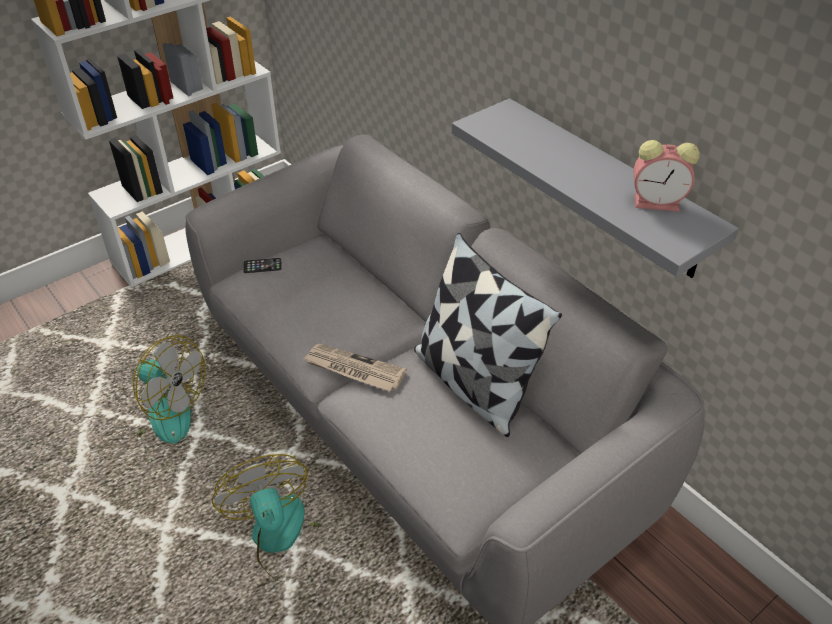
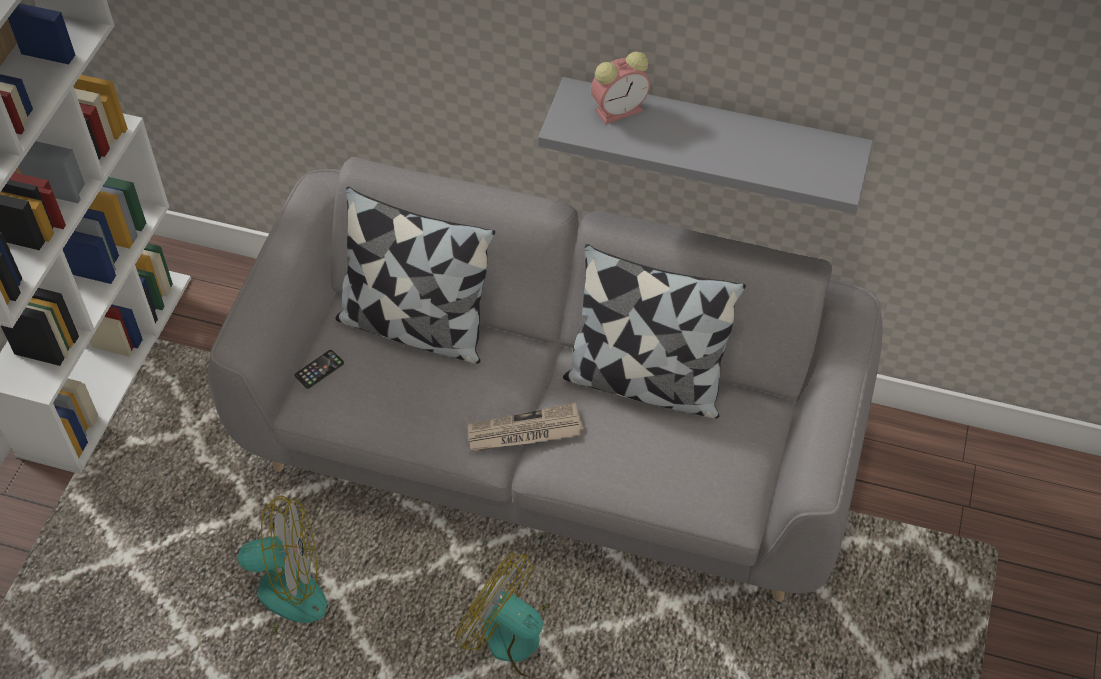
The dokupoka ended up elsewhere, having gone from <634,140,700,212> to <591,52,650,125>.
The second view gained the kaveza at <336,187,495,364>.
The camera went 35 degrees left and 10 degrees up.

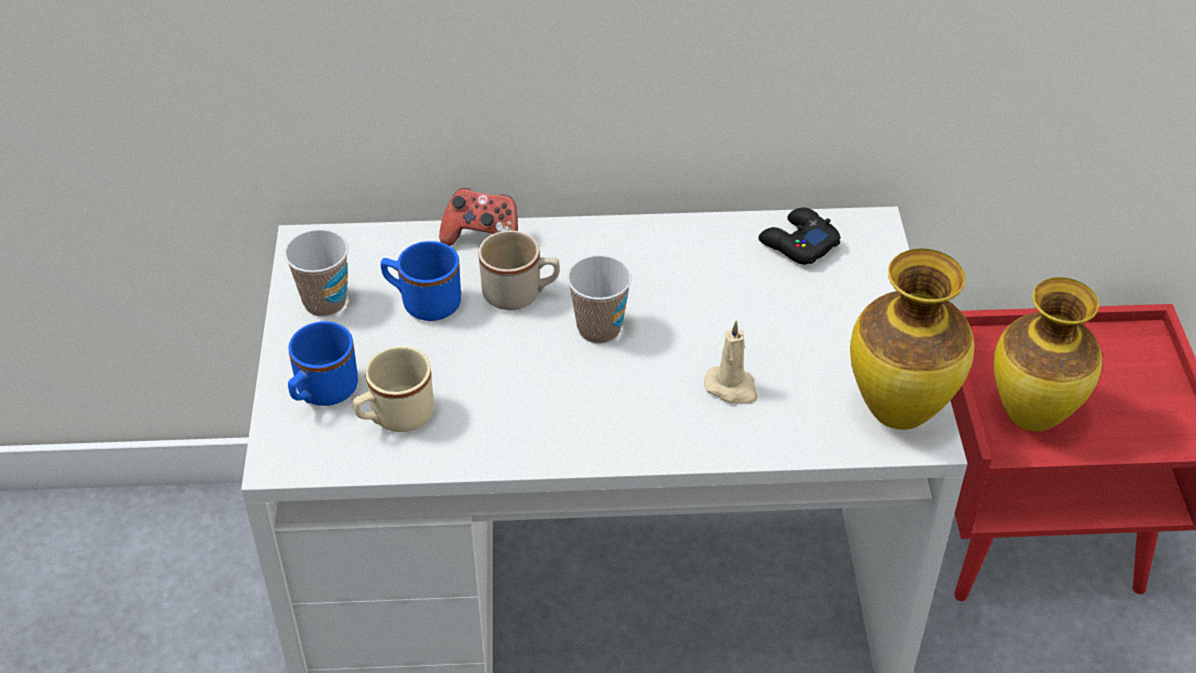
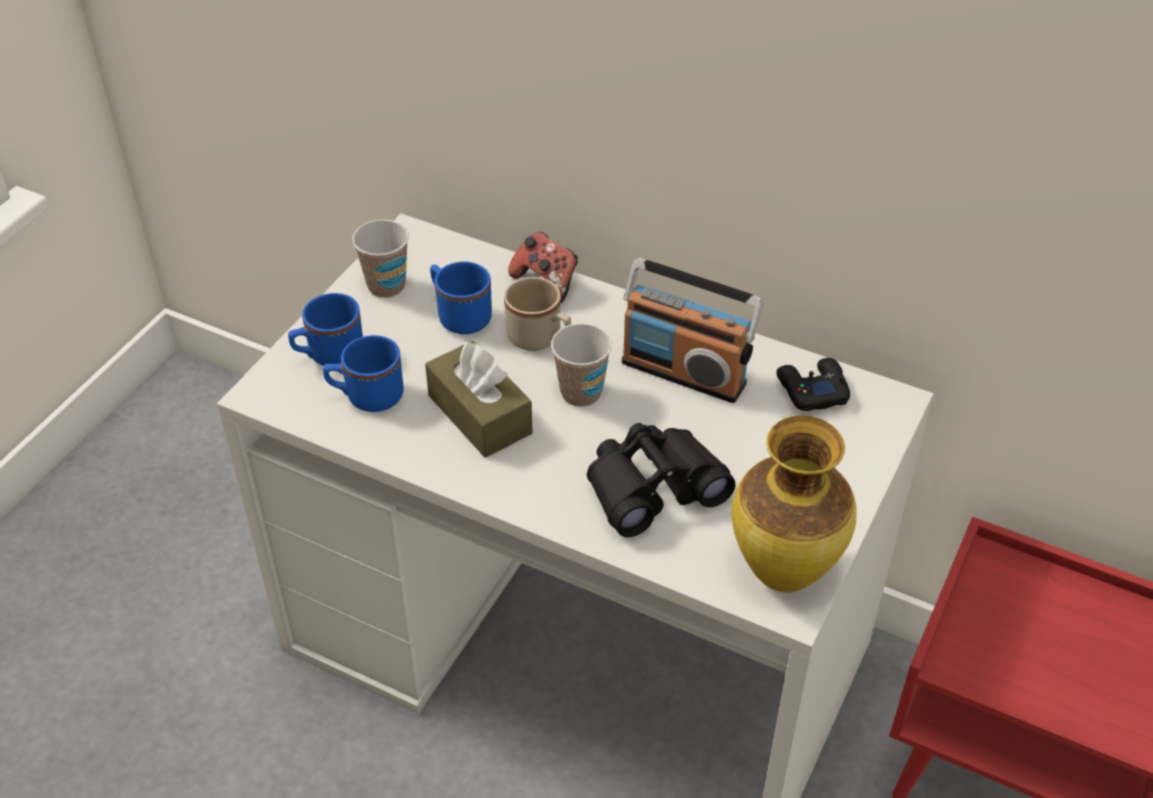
The second view lost the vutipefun at <994,277,1102,432>.
Where the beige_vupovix stood at <704,321,758,404>, the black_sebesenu came to stand at <587,423,736,537>.
What was the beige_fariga at <353,346,434,432> turned into the blue_fariga at <323,335,404,412>.
The second view gained the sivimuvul at <622,258,764,403>.
The second view gained the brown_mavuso at <425,341,533,458>.
The camera went 30 degrees right and 0 degrees up.

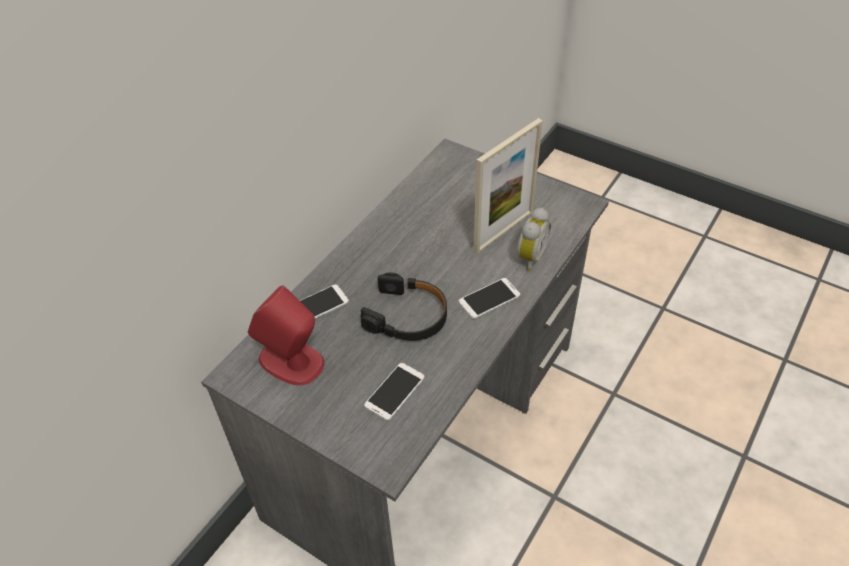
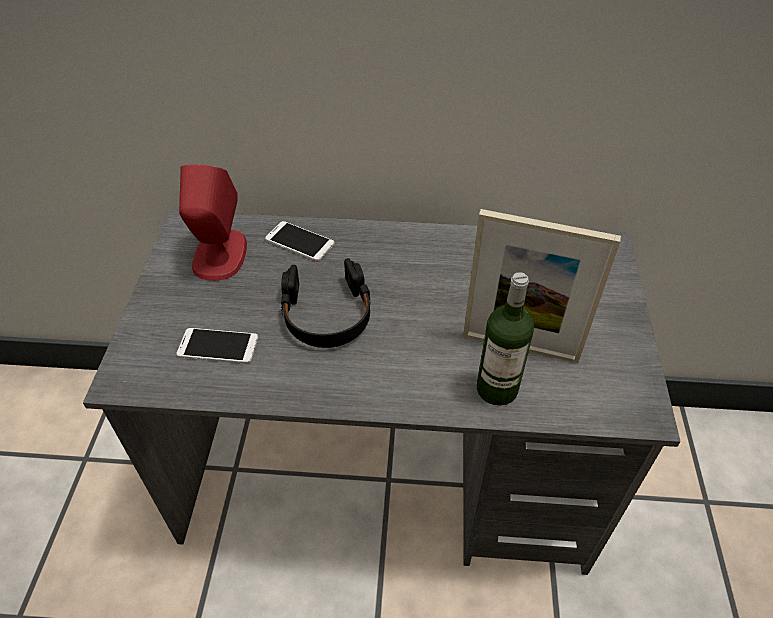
Where the dokupoka stood at <517,207,551,271>, the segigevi came to stand at <477,272,534,406>.
The second view lost the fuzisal at <459,278,520,319>.
The camera went 60 degrees right and 0 degrees up.

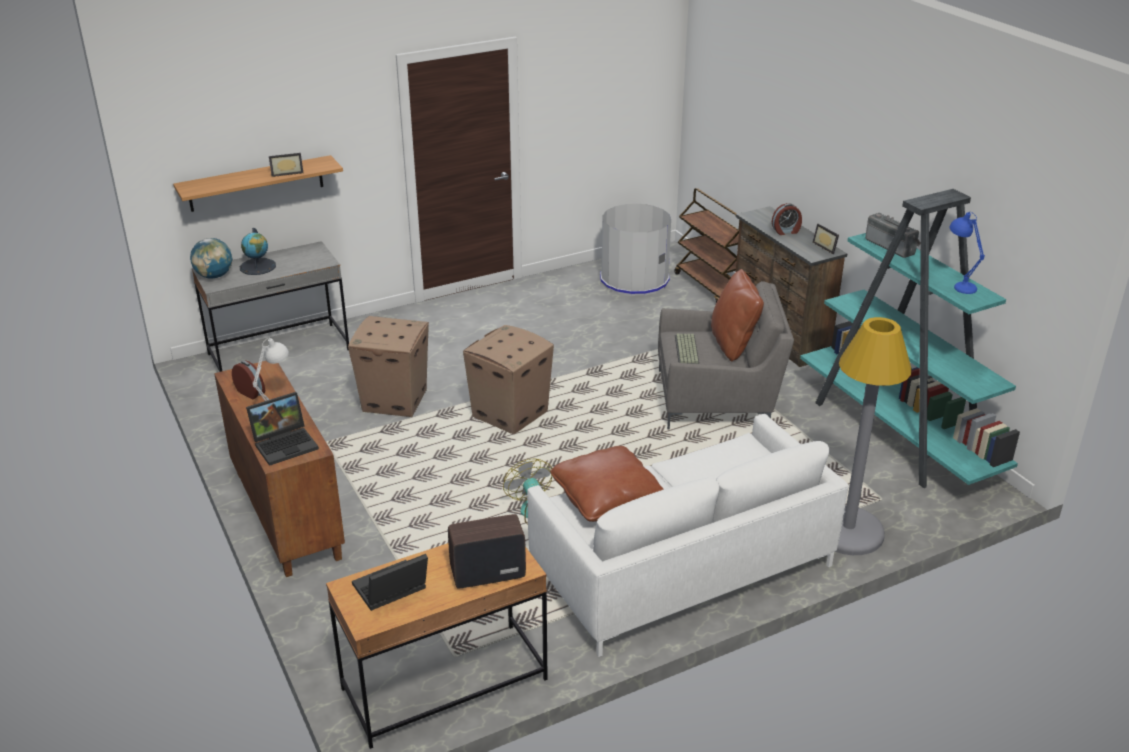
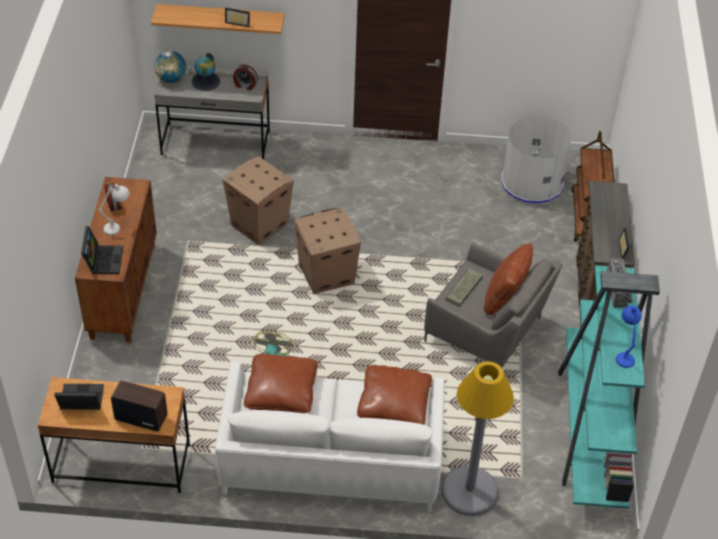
The dokupoka ended up elsewhere, having gone from <772,203,802,235> to <233,64,258,90>.
The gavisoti at <246,392,319,466> ended up facing another way, 90 degrees counterclockwise from before.
The second view gained the brown_kaveza at <357,365,432,425>.
The camera went 30 degrees right and 15 degrees up.

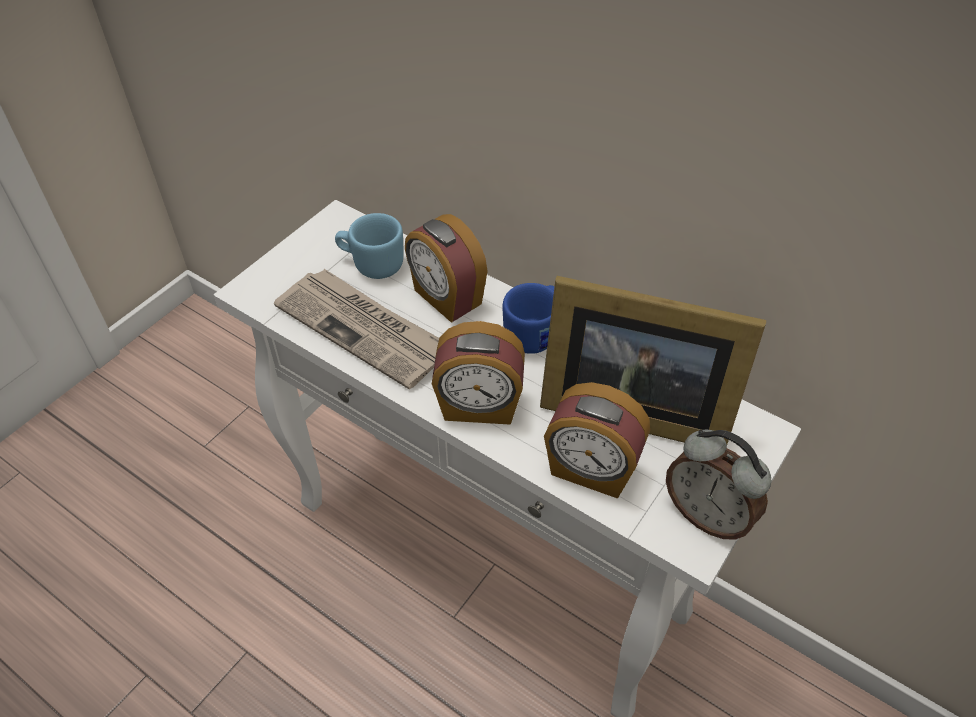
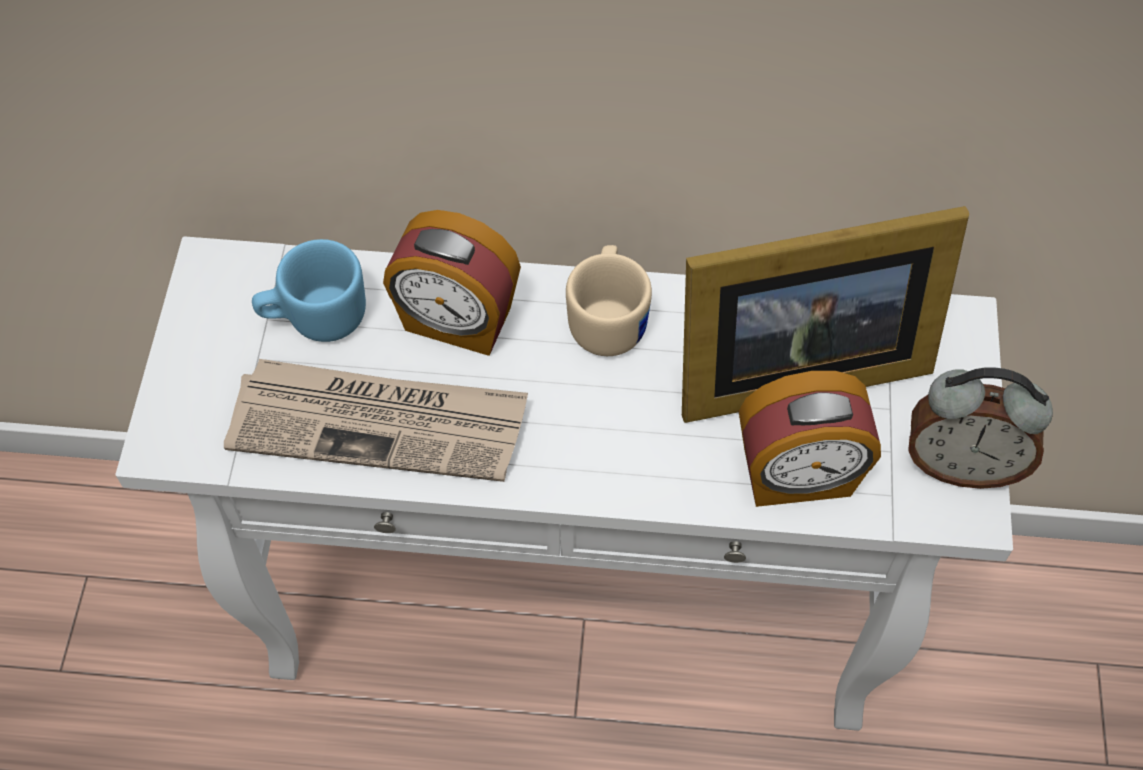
What was the blue_fariga at <503,283,555,354> turned into the beige_fariga at <566,245,652,356>.
The second view lost the dokupoka at <432,321,525,425>.
The camera went 30 degrees left and 10 degrees up.

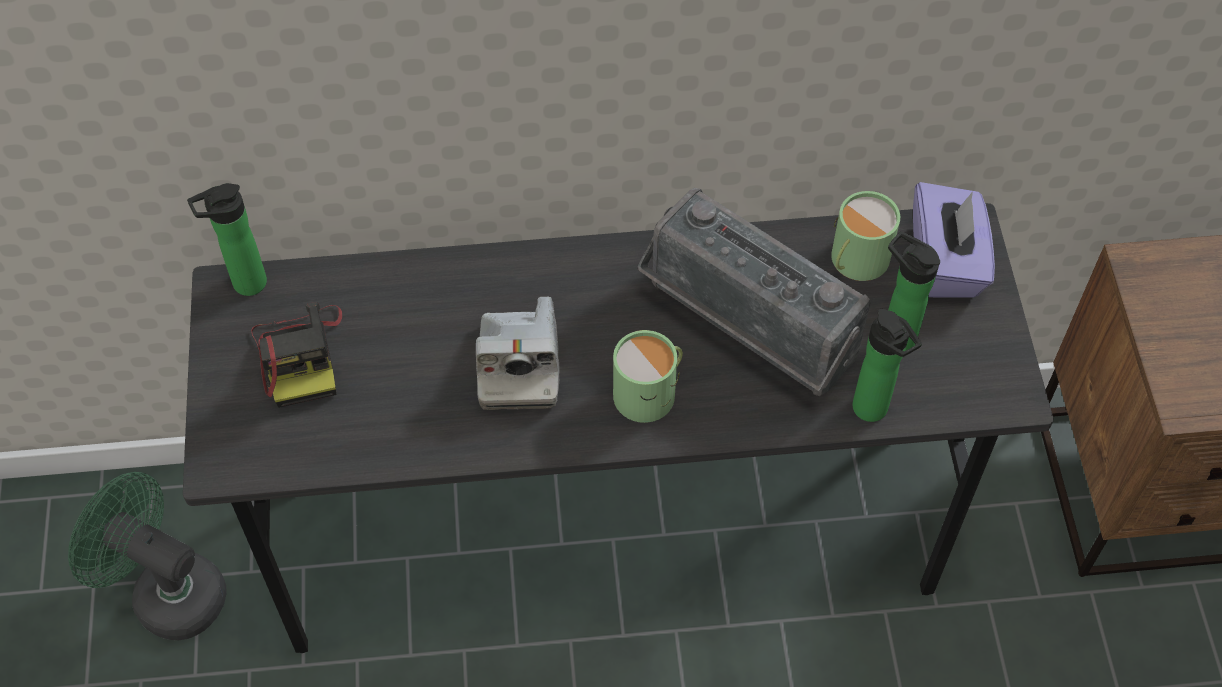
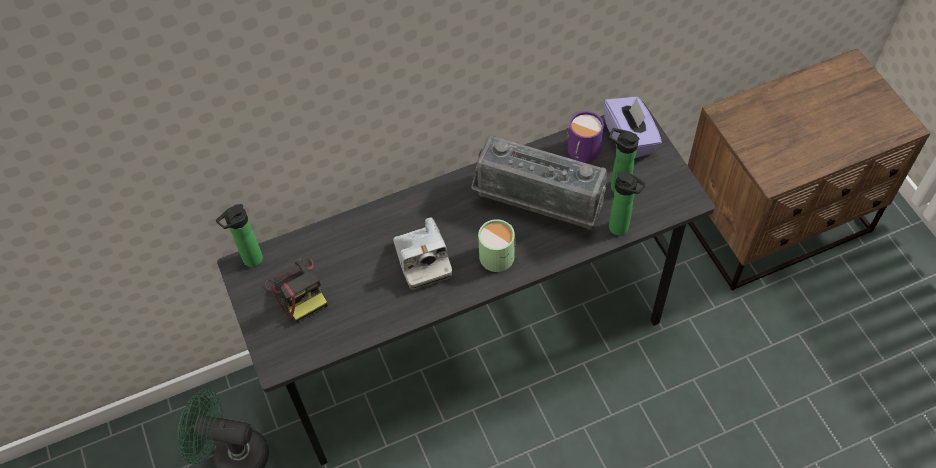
What was the green_fariga at <831,191,900,281> turned into the purple_fariga at <567,111,604,162>.
The camera went 15 degrees left and 0 degrees up.

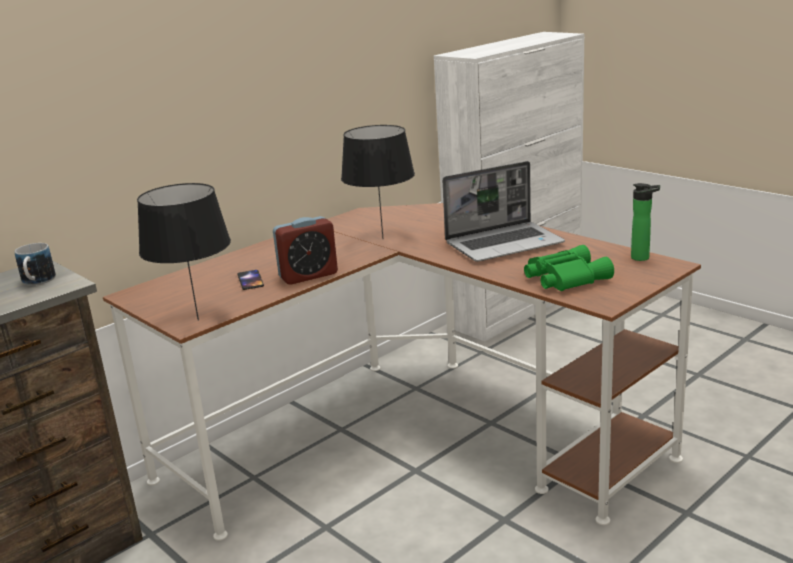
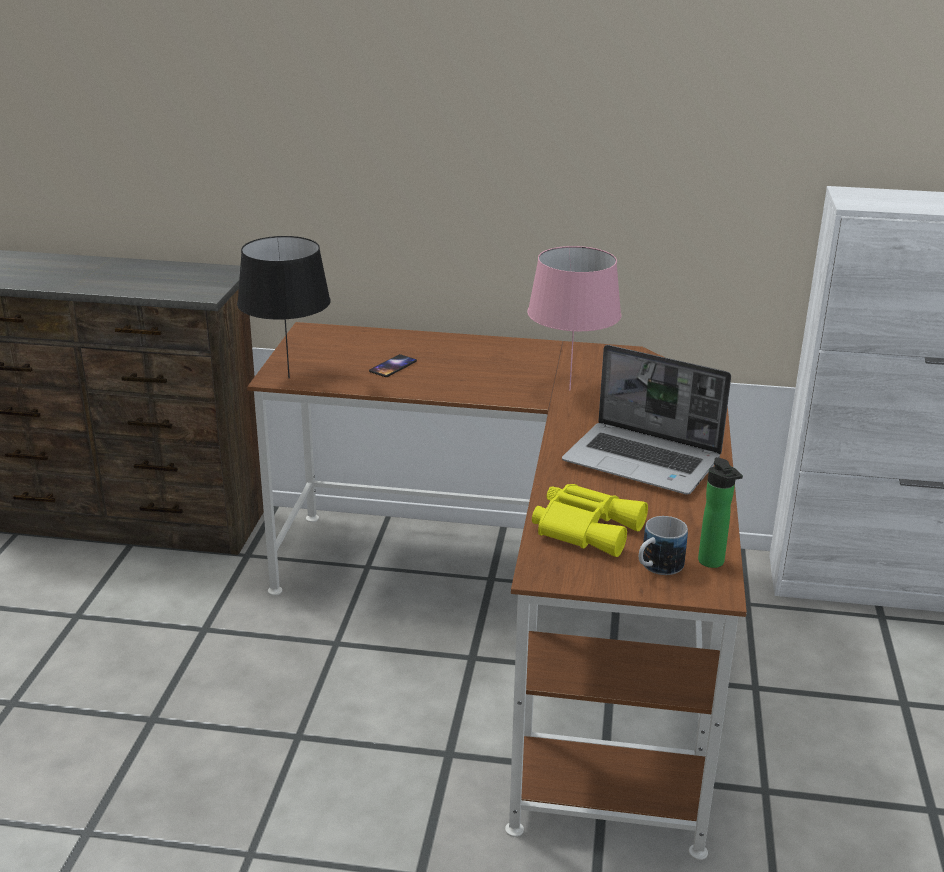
What was the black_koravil at <341,125,415,239> turned into the pink_koravil at <527,246,621,390>.
The second view lost the dokupoka at <273,216,338,285>.
The fariga ended up elsewhere, having gone from <15,243,56,286> to <639,516,688,575>.
What was the green_sebesenu at <524,245,614,291> turned into the yellow_sebesenu at <532,484,648,557>.
The camera went 50 degrees right and 5 degrees up.

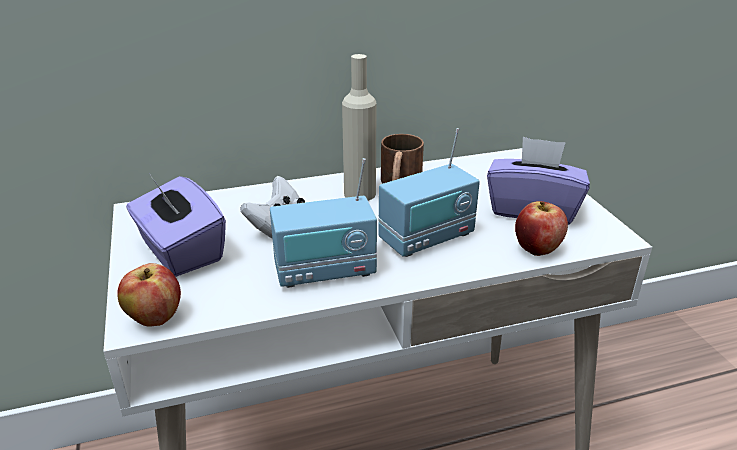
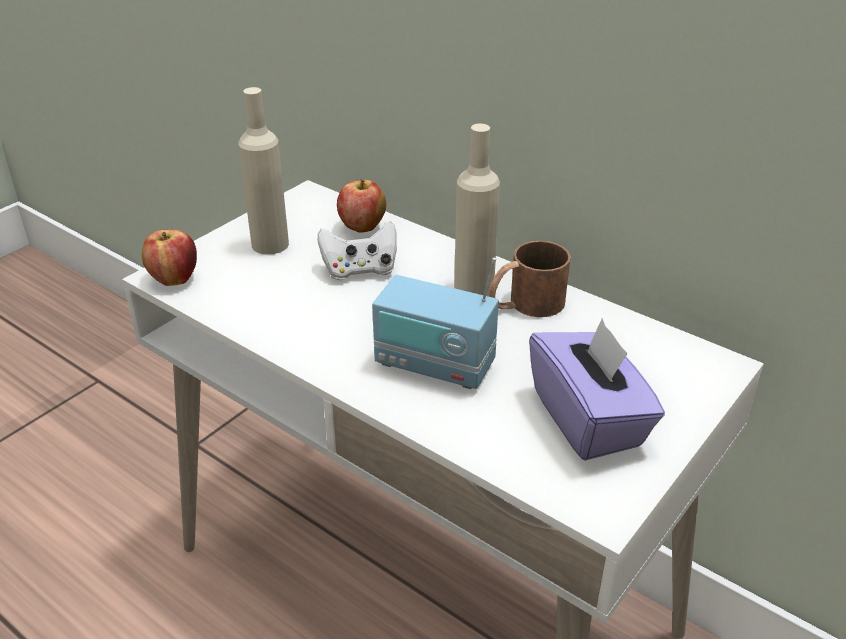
The second view lost the sivimuvul at <270,158,377,288>.
Where the purple_mavuso stood at <126,176,226,277>, the beige_segigevi came to stand at <238,87,289,255>.
The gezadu ended up elsewhere, having gone from <515,201,568,256> to <337,179,386,233>.
The camera went 55 degrees right and 5 degrees up.

